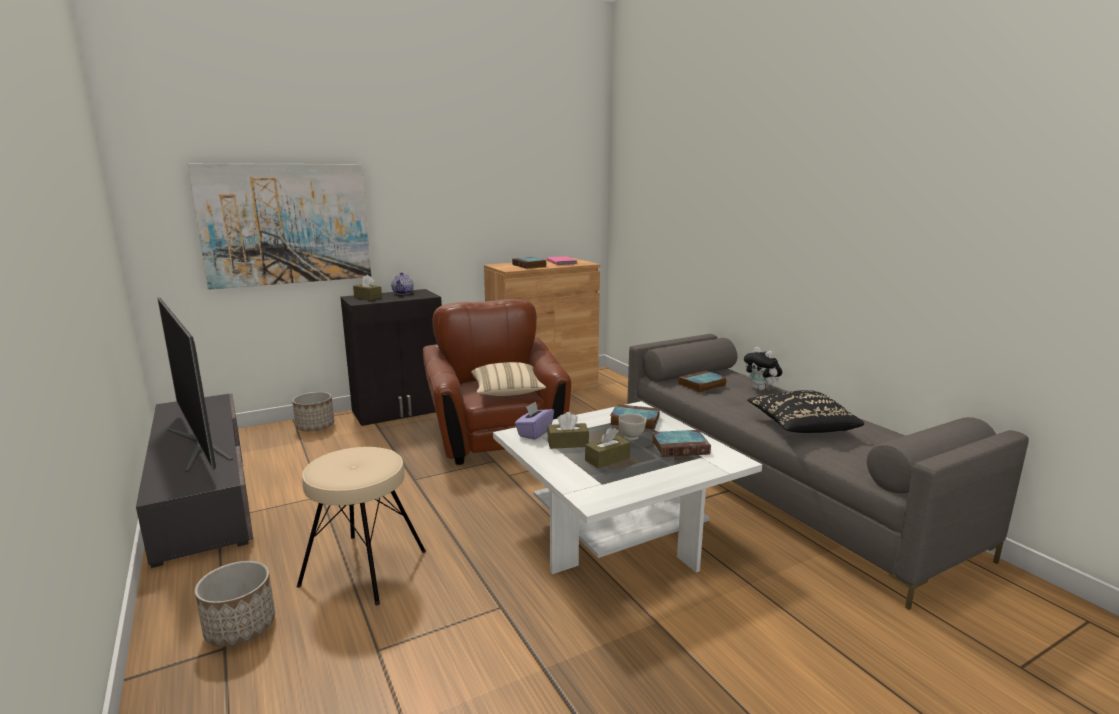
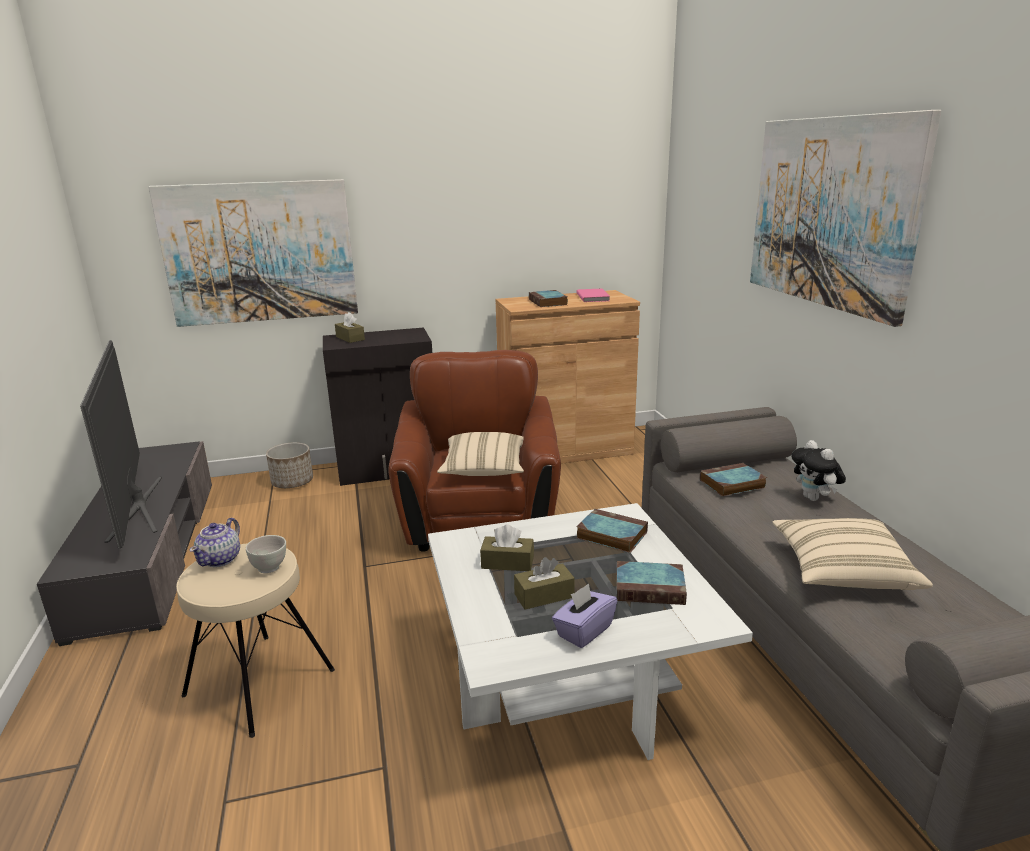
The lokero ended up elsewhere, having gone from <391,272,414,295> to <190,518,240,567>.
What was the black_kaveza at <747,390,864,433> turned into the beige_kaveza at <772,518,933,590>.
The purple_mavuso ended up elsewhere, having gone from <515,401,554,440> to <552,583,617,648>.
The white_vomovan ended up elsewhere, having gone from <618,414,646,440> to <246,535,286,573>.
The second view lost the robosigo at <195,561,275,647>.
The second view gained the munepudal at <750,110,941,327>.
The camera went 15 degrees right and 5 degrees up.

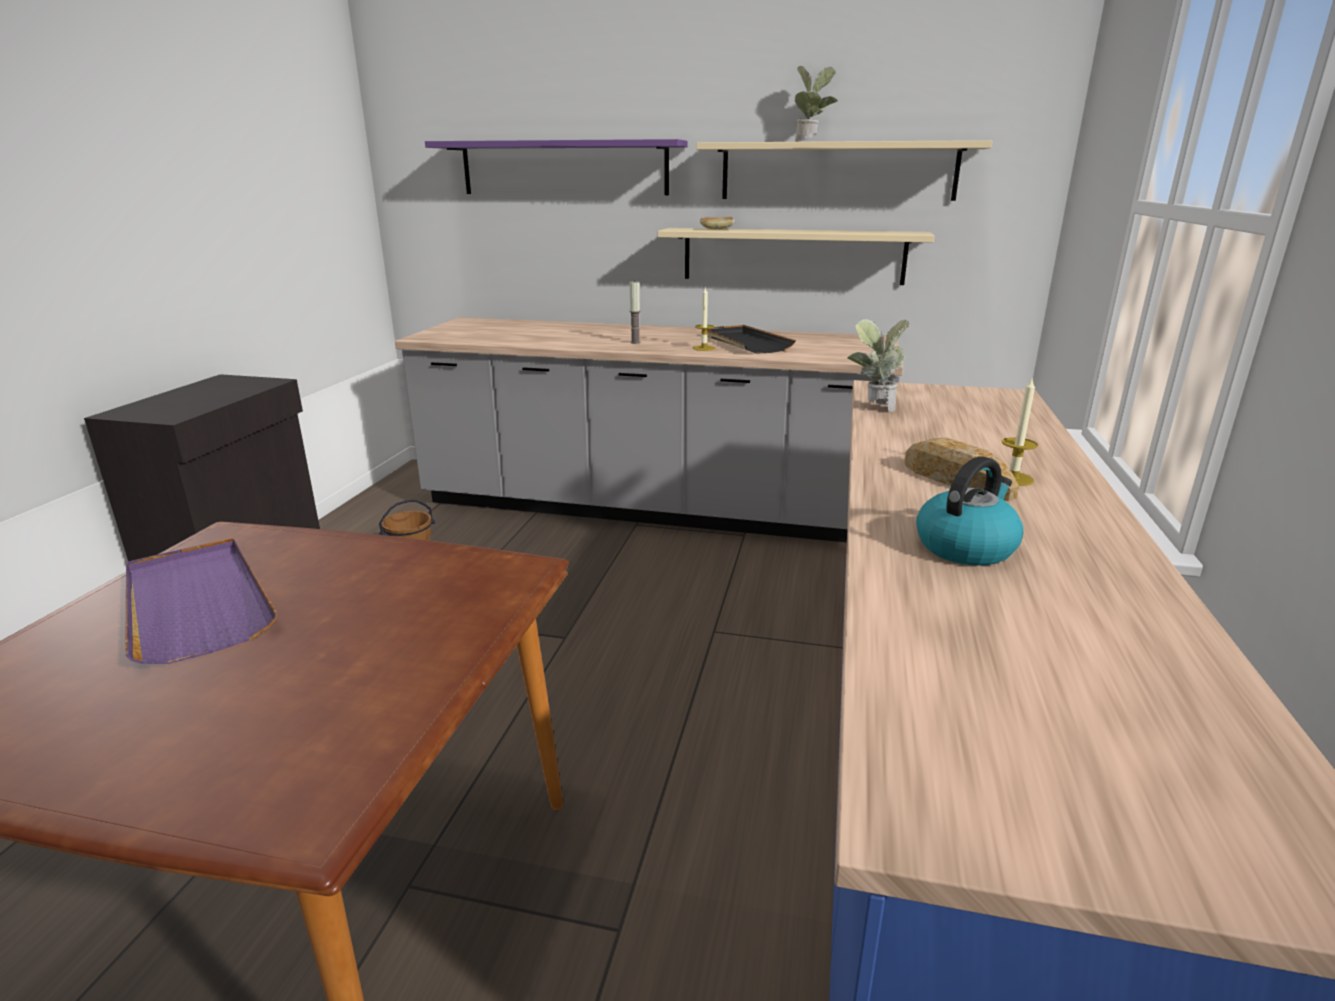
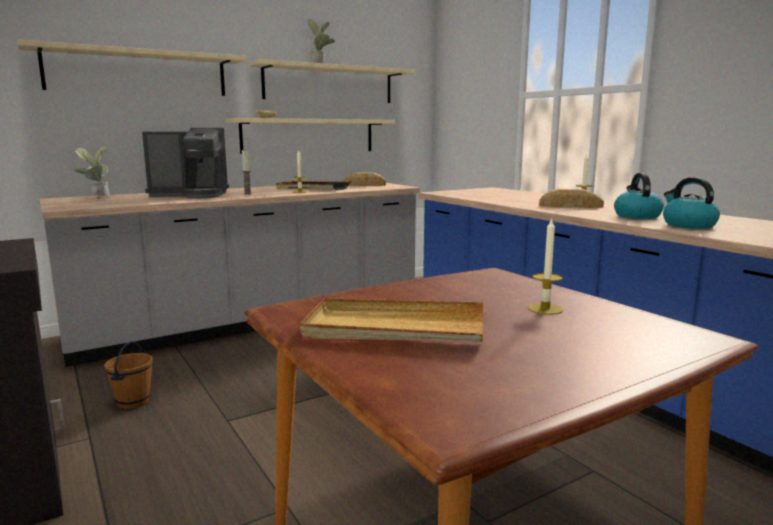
What was the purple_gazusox at <425,139,688,195> turned into the beige_gazusox at <17,40,246,96>.
The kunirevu ended up elsewhere, having gone from <848,319,910,412> to <74,146,110,197>.
What was the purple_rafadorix at <125,538,277,664> turned into the beige_rafadorix at <301,298,483,342>.
The second view gained the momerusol at <142,128,229,199>.
The second view gained the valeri at <342,173,386,186>.
The second view gained the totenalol at <663,177,720,229>.
The second view gained the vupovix at <528,217,563,315>.
The camera went 45 degrees left and 10 degrees down.

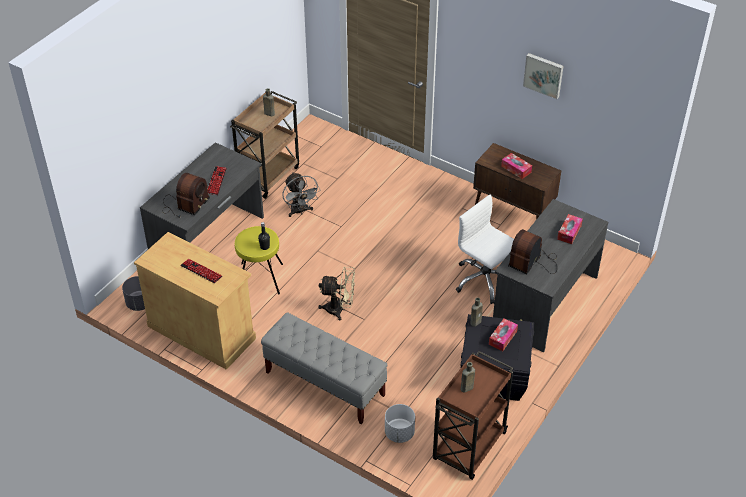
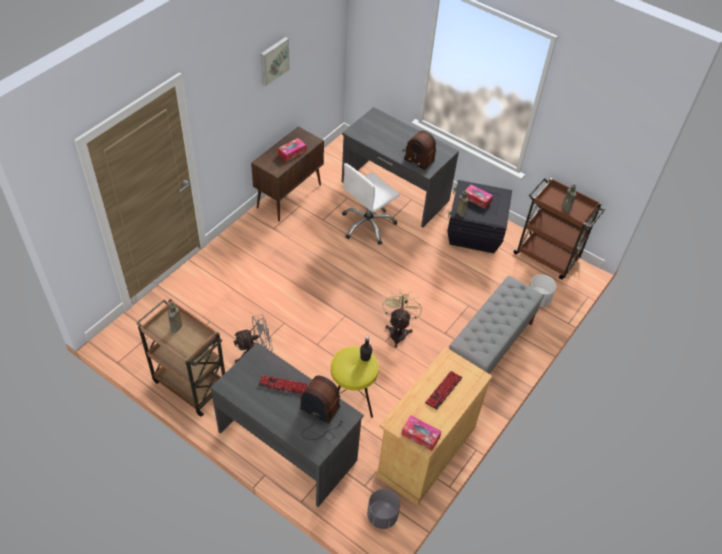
The mavuso ended up elsewhere, having gone from <557,214,583,244> to <401,415,442,451>.
The camera went 90 degrees left and 5 degrees up.

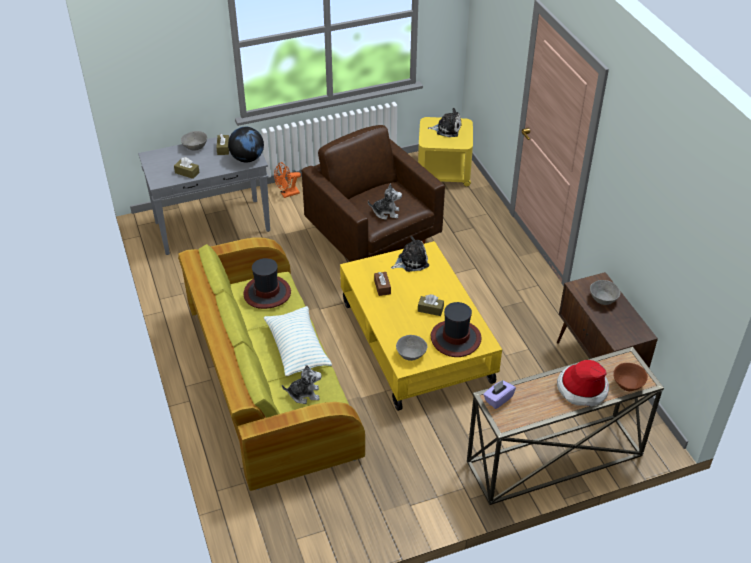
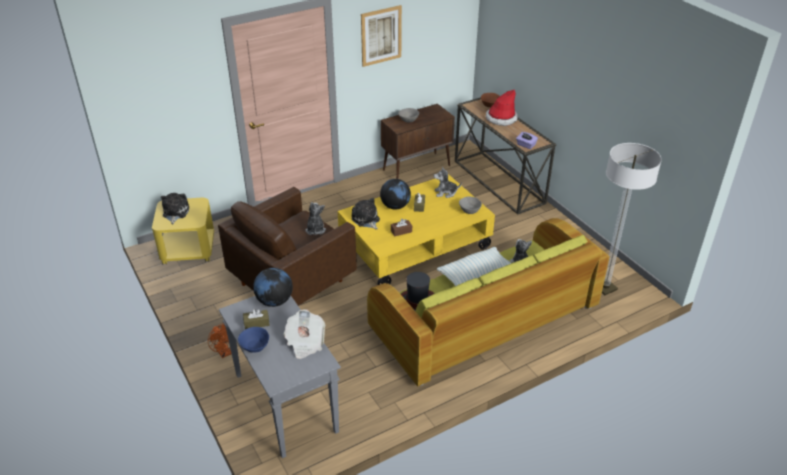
What was the grey_vomovan at <181,131,207,150> turned into the blue_vomovan at <238,327,269,353>.
Where the brown_mavuso stood at <174,157,200,179>, the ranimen came to stand at <284,309,325,359>.
Where the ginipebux stood at <430,302,482,357>, the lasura came to stand at <434,167,462,198>.
The second view gained the munepudal at <361,5,402,67>.
The second view gained the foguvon at <602,143,662,295>.
The second view gained the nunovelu at <380,179,411,210>.
The camera went 100 degrees left and 5 degrees down.

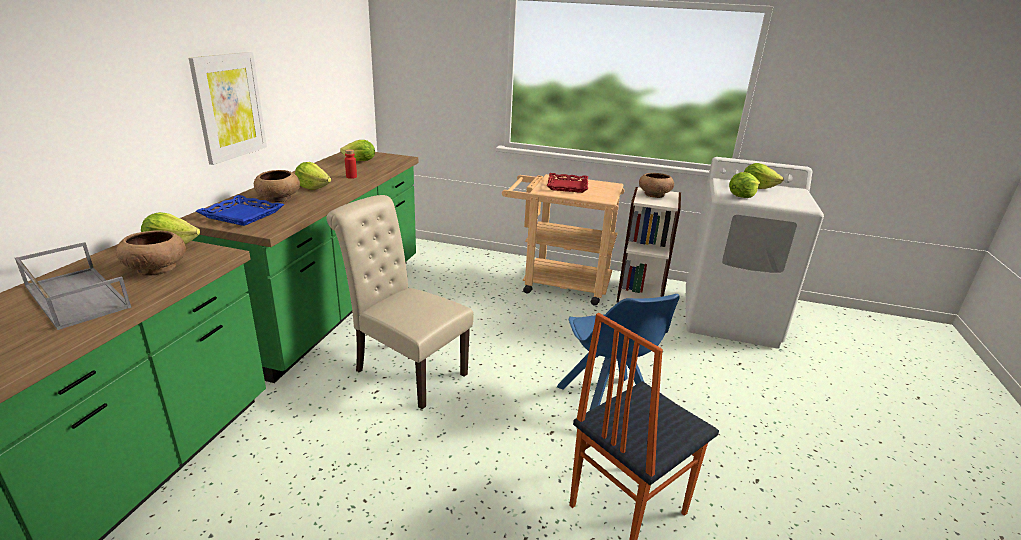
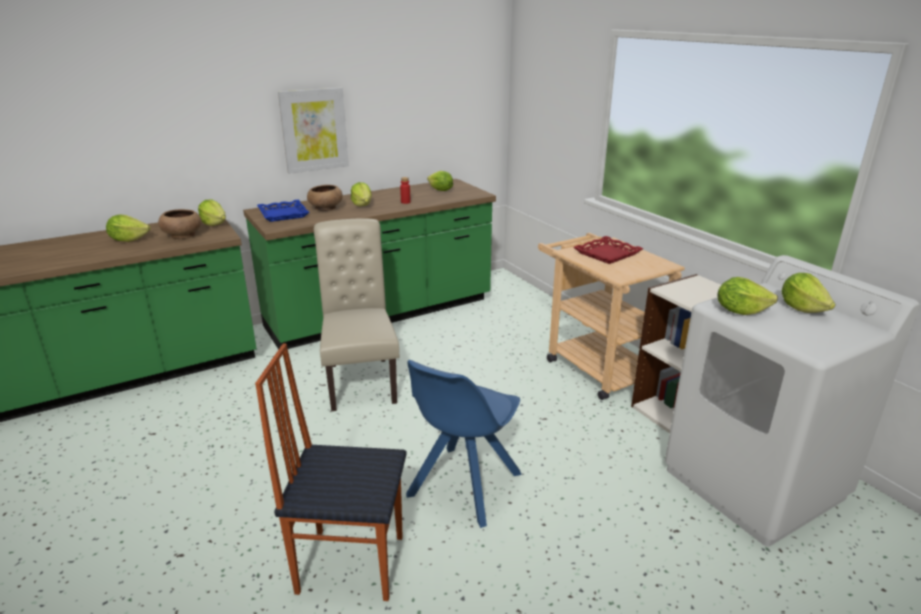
The second view lost the brown_vomovan at <639,173,674,198>.
Where the grey_rafadorix stood at <15,242,131,330>, the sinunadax came to stand at <106,214,150,242>.
The camera went 45 degrees right and 0 degrees up.

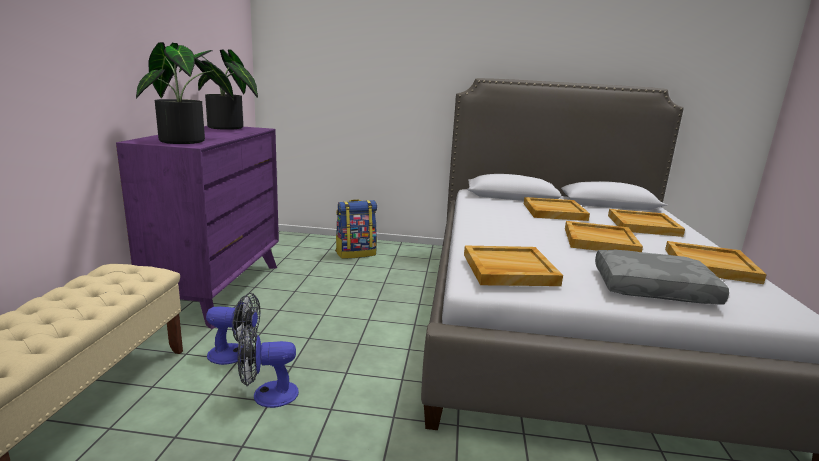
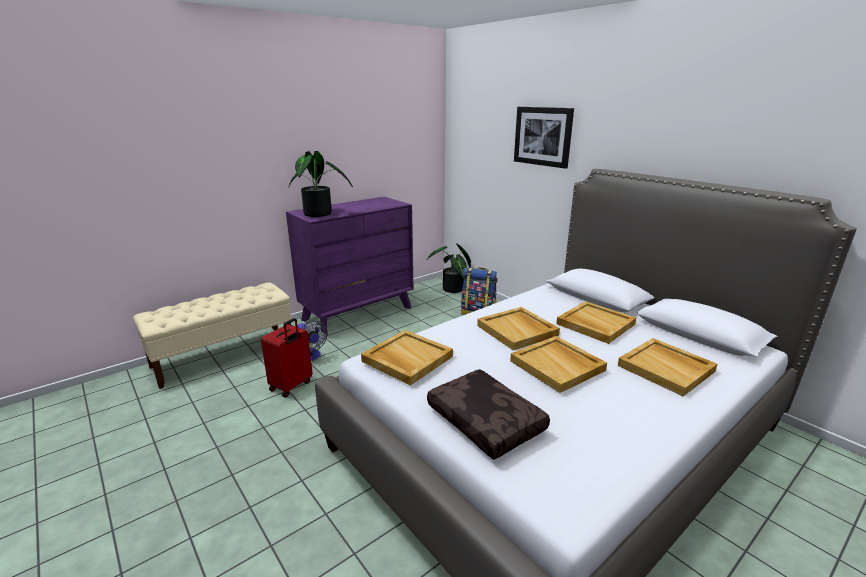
The kunirevu ended up elsewhere, having gone from <179,49,258,130> to <426,243,471,293>.
The beige_rafadorix ended up elsewhere, having gone from <665,241,767,284> to <477,307,560,350>.
What was the grey_kaveza at <595,249,729,304> turned into the brown_kaveza at <427,369,550,460>.
Where the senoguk stood at <237,325,299,408>, the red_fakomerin came to stand at <261,318,313,397>.
The second view gained the munepudal at <514,107,574,169>.
The camera went 45 degrees right and 5 degrees up.

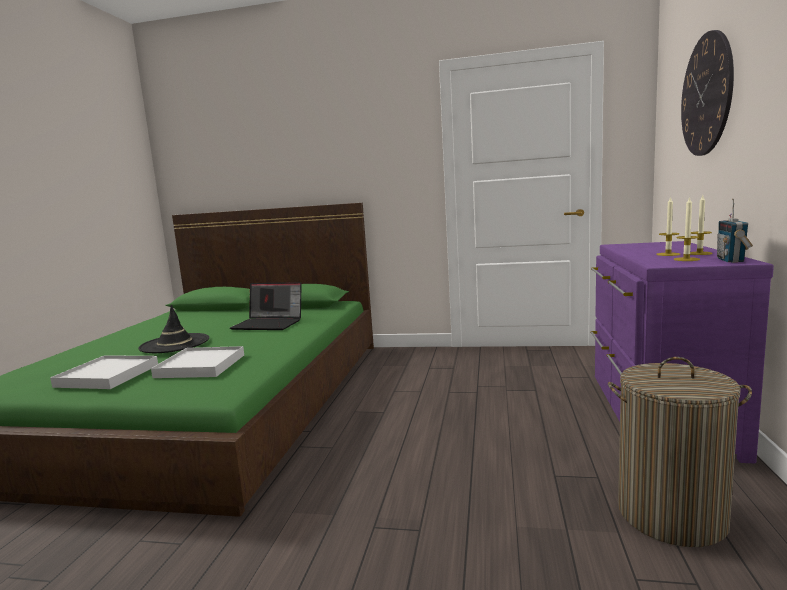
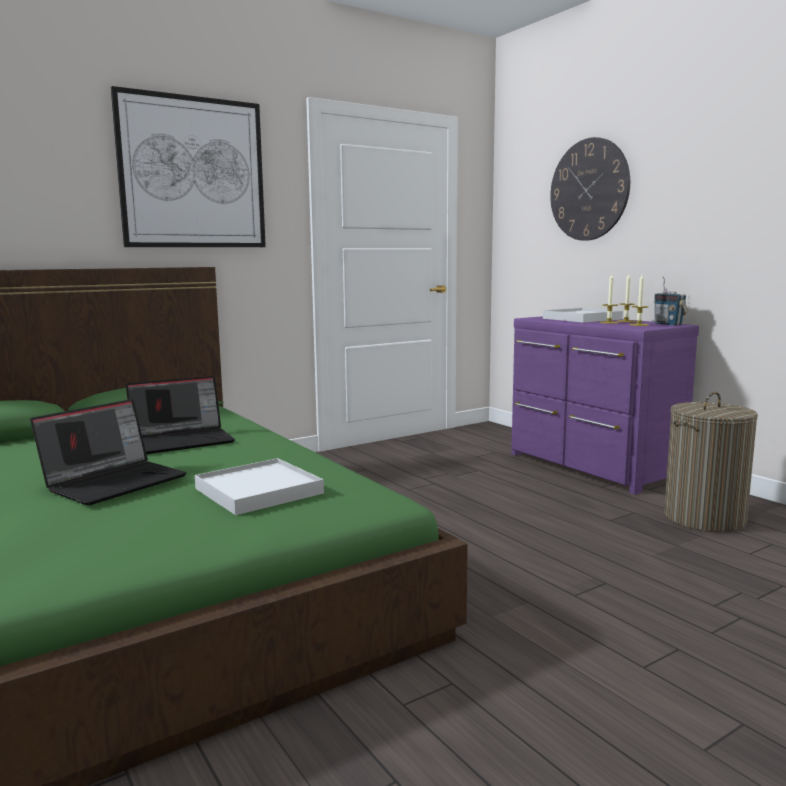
Where the black_ginipebux stood at <138,305,209,353>, the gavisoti came to stand at <30,399,187,505>.
The white_rafadorix ended up elsewhere, having gone from <50,355,158,389> to <543,308,623,323>.
The second view gained the munepudal at <110,86,266,247>.
The camera went 45 degrees left and 0 degrees up.

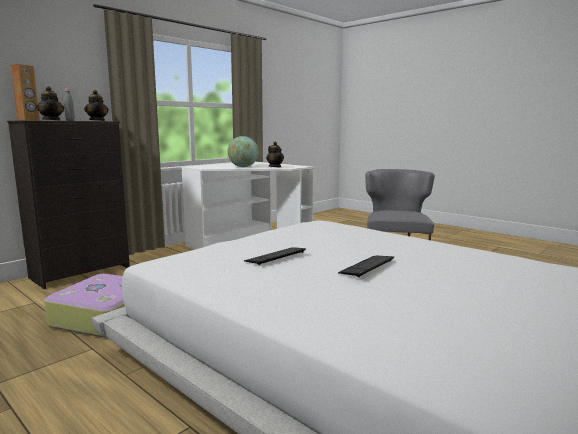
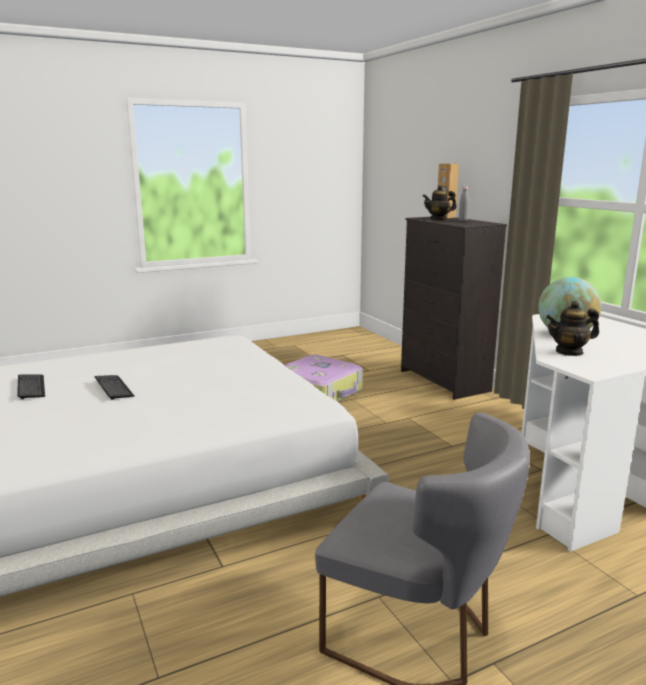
The second view lost the lokero at <84,90,109,121>.
The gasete ended up elsewhere, having gone from <244,247,306,265> to <17,374,45,399>.
The camera went 110 degrees right and 5 degrees up.

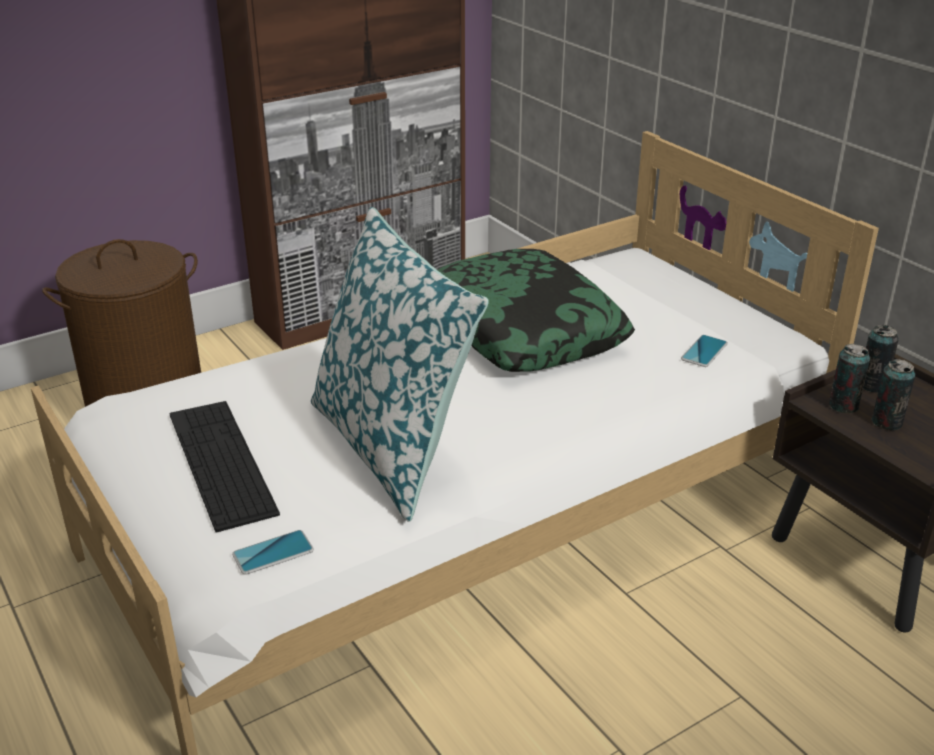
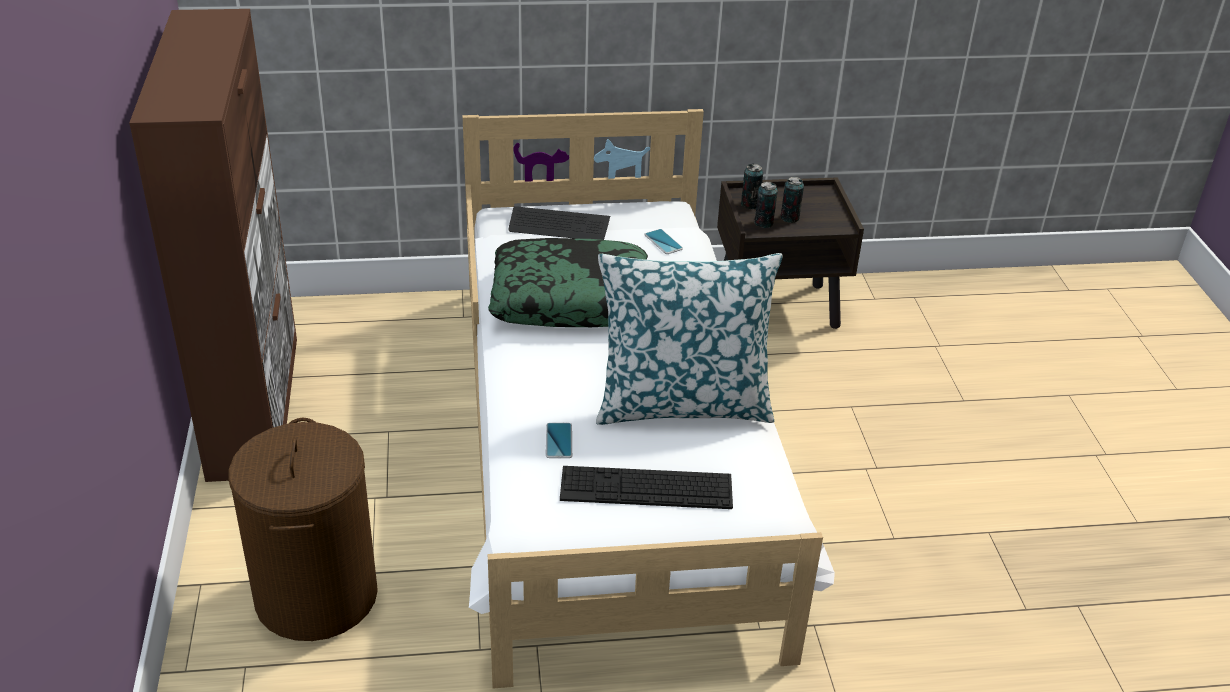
The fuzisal ended up elsewhere, having gone from <232,530,314,575> to <546,423,572,458>.
The second view gained the gasete at <508,206,610,240>.
The camera went 65 degrees left and 5 degrees up.

